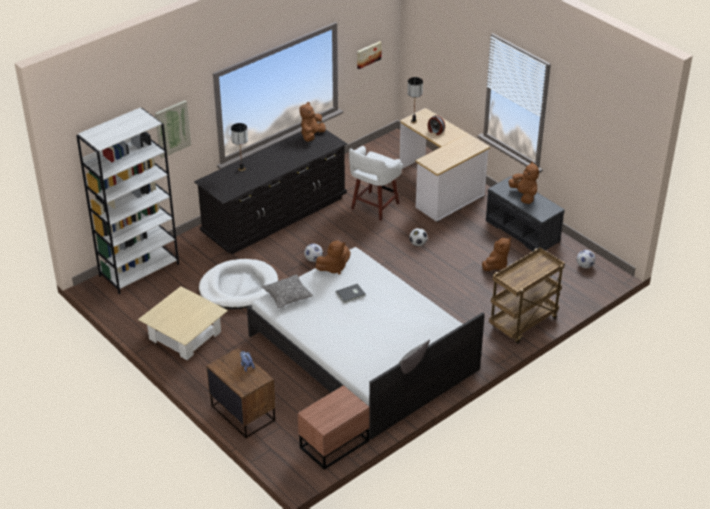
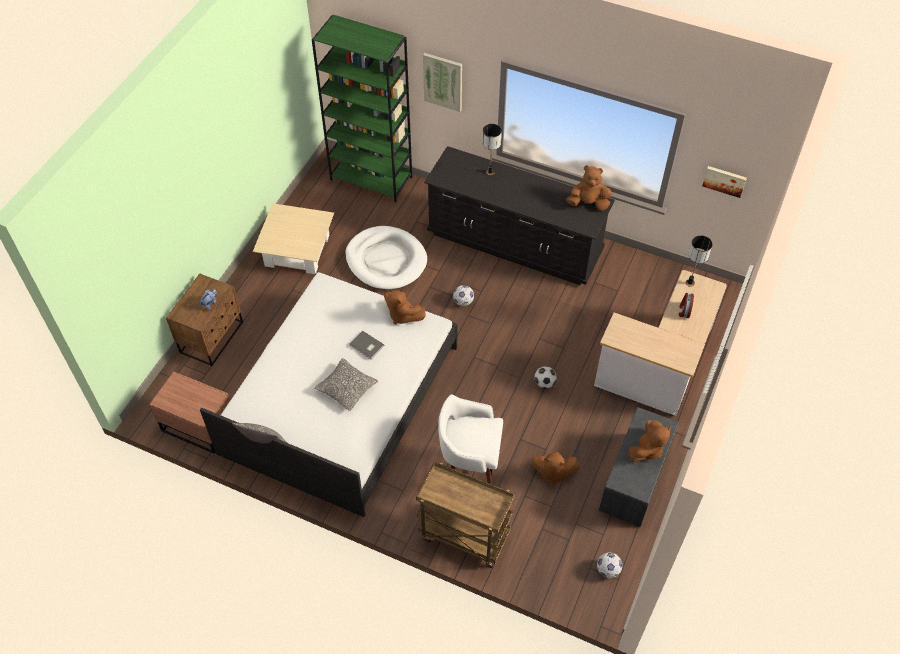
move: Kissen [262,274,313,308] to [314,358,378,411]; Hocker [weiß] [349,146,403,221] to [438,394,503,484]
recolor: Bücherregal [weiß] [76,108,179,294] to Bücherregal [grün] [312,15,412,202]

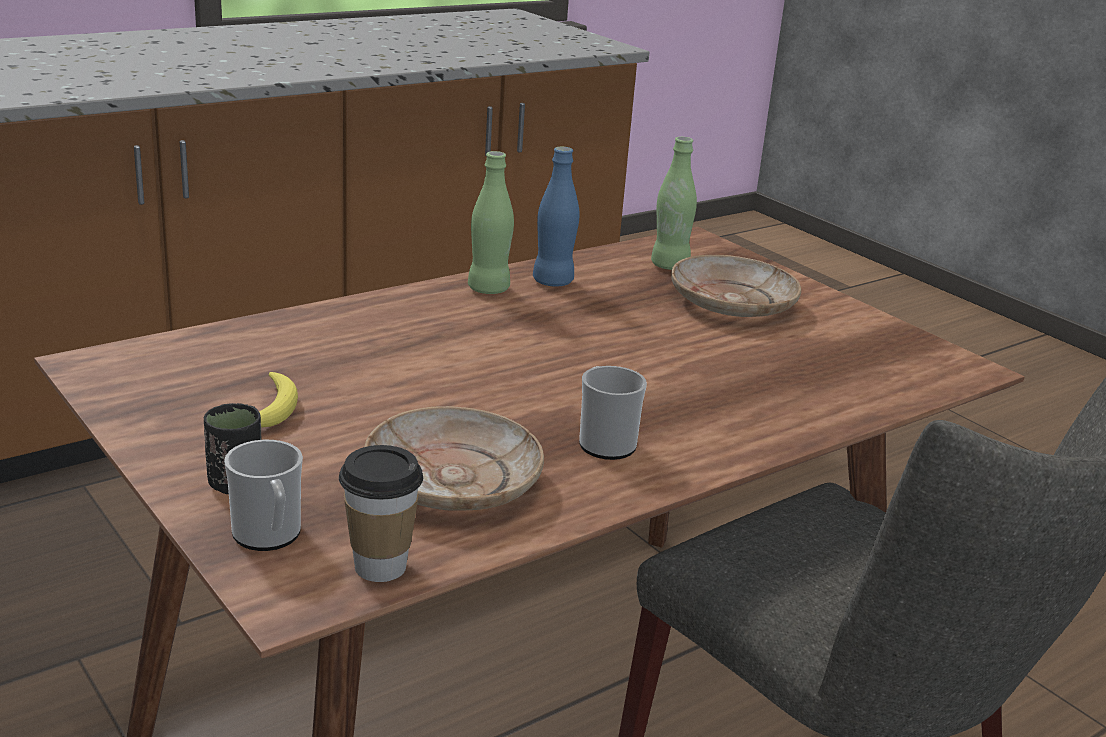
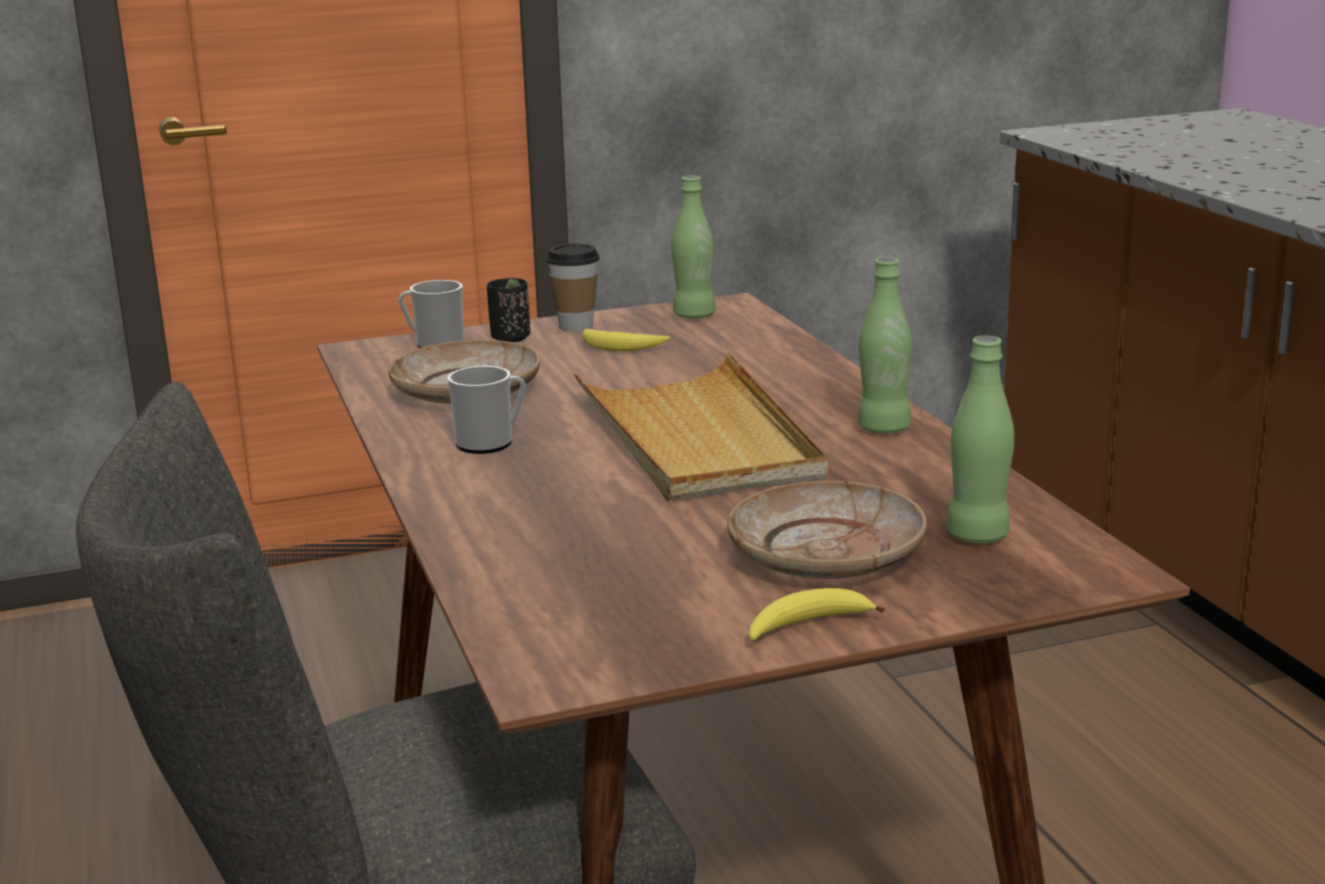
delete: Flasche [blau] [533,147,579,286]
insert: Tablett [beige] [572,353,828,502]; Flasche [grün] [671,175,716,319]; Banane [749,588,885,641]
move: Tasse [339,445,423,582] to [546,243,600,332]

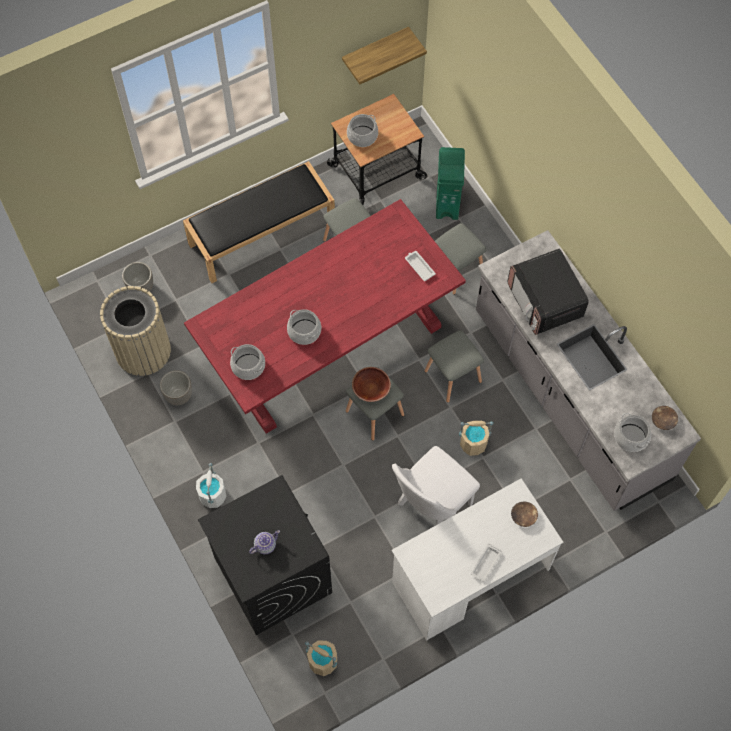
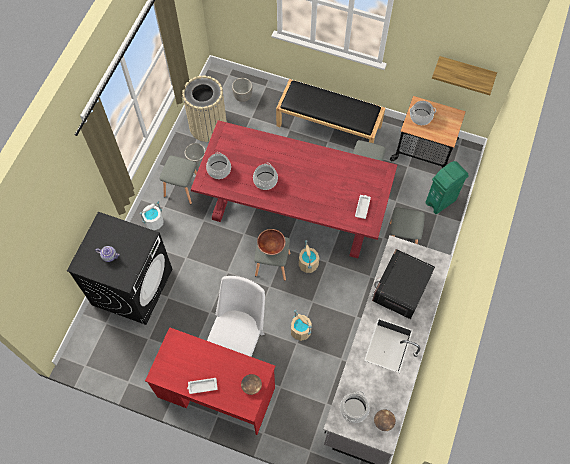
move: Eimer [beige] [305,640,337,676] to [299,240,319,273]; Hocker [grau] [424,330,484,402] to [159,156,197,204]
recolor: Schreibtisch [weiß] [392,478,564,640] to Schreibtisch [rot] [145,327,275,435]
rotate: Stuhl [weiß] [392,446,480,525] = [207,276,265,357] 105 degrees clockwise

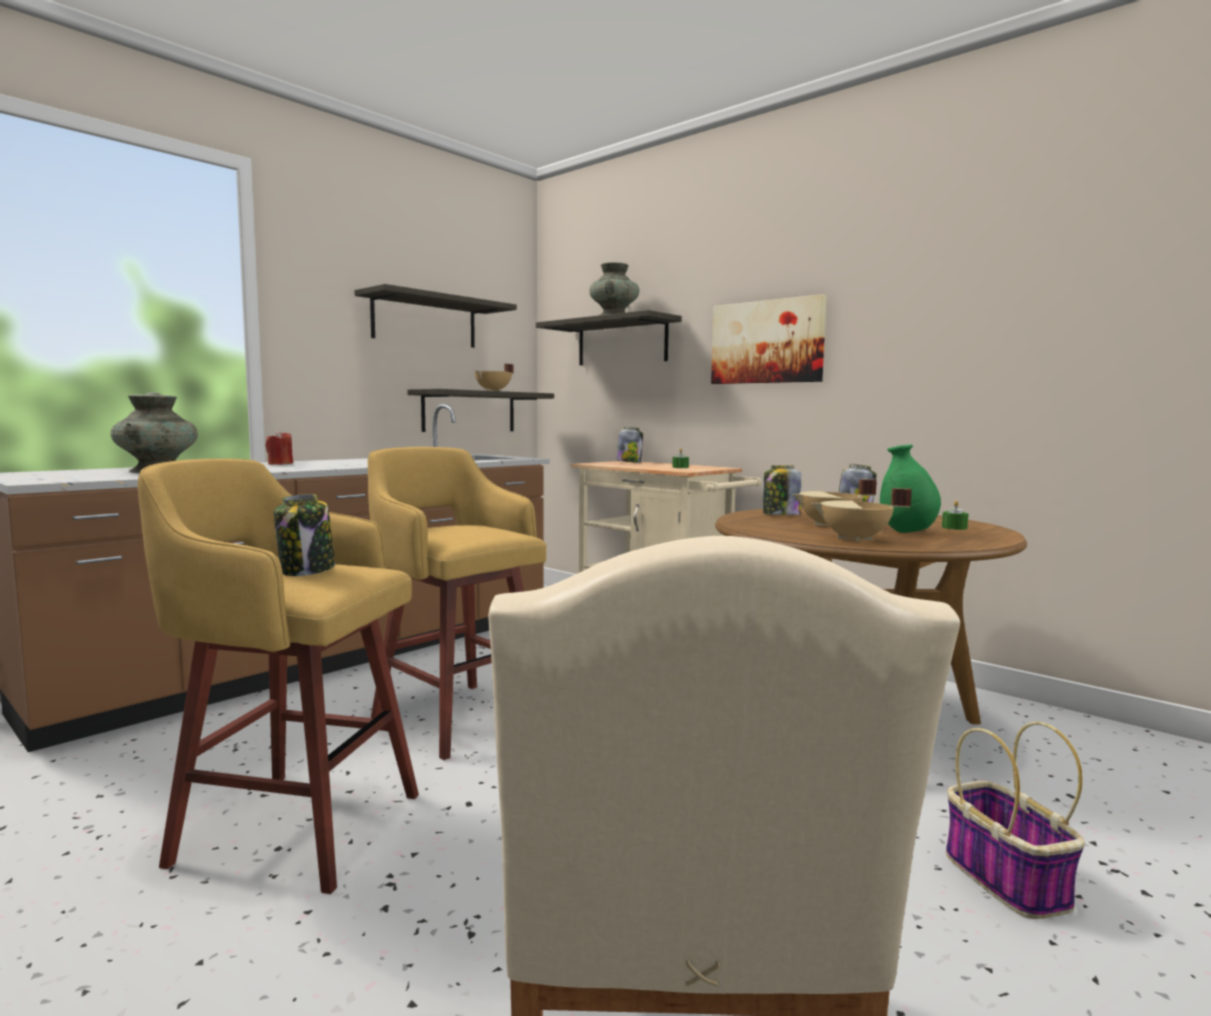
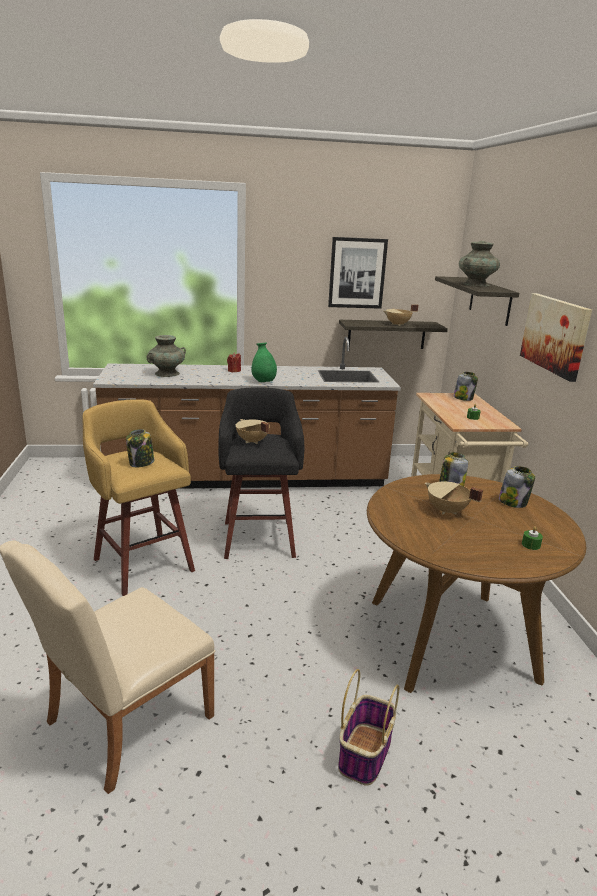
move: Kochtopf [beige] [811,488,912,542] to [236,419,270,444]; Vase [grün] [880,444,941,533] to [251,343,277,382]
replace: Wandregal [355,284,517,348] to Bild [328,237,388,309]
recolor: Hocker [gelb] [368,447,546,760] to Hocker [schwarz] [218,387,304,559]

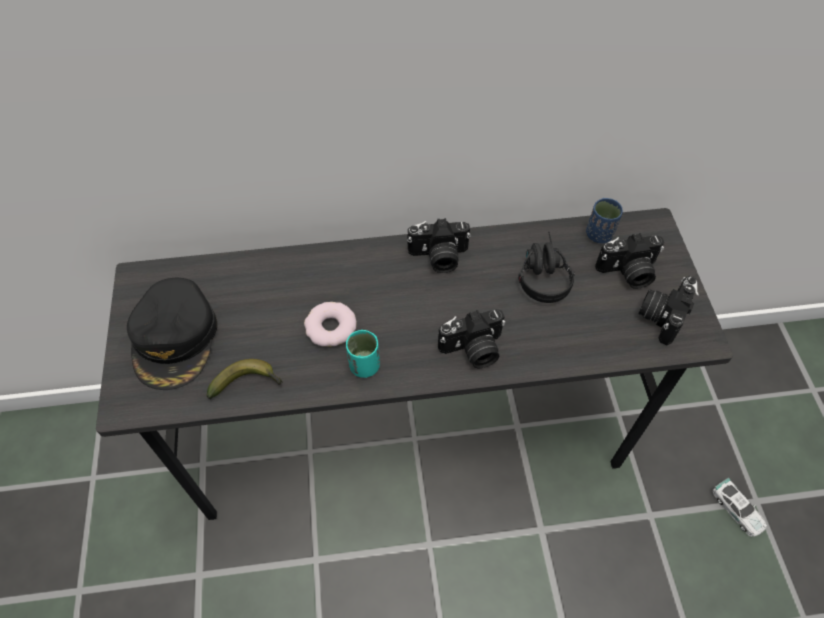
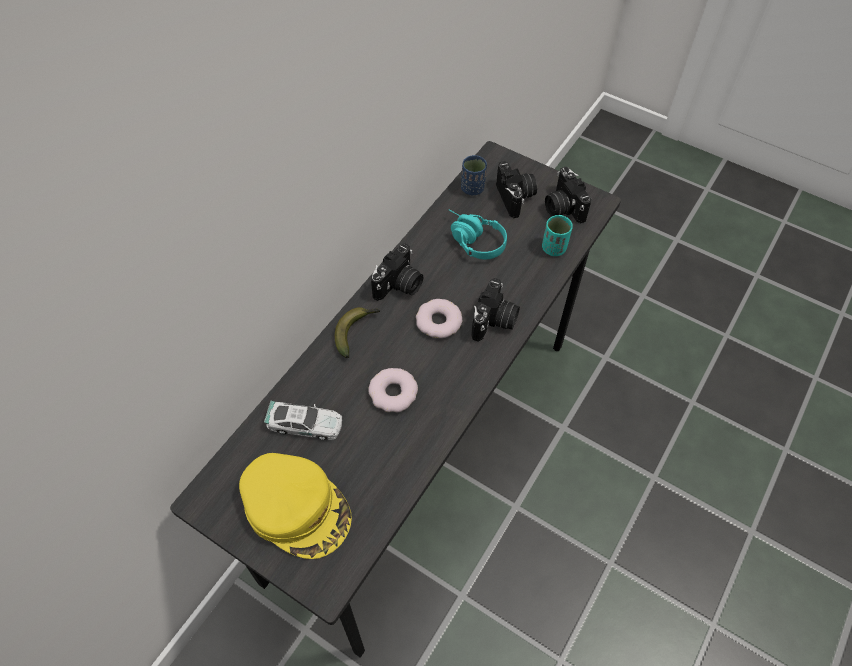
insert: Donut [416,299,462,338]
move: Banane [206,359,283,399] to [335,307,380,358]; Tasse [türkis] [346,330,380,378] to [542,215,573,256]; Spielzeugauto [713,477,767,537] to [264,401,342,440]
recolor: Kappe [schwarz] [127,278,217,390] to Kappe [gelb] [239,453,352,559]; Kopfhörer [schwarz] [518,232,575,303] to Kopfhörer [türkis] [449,210,507,259]
rotate: Kamera [595,233,664,289] = [496,161,537,218] 45 degrees counterclockwise

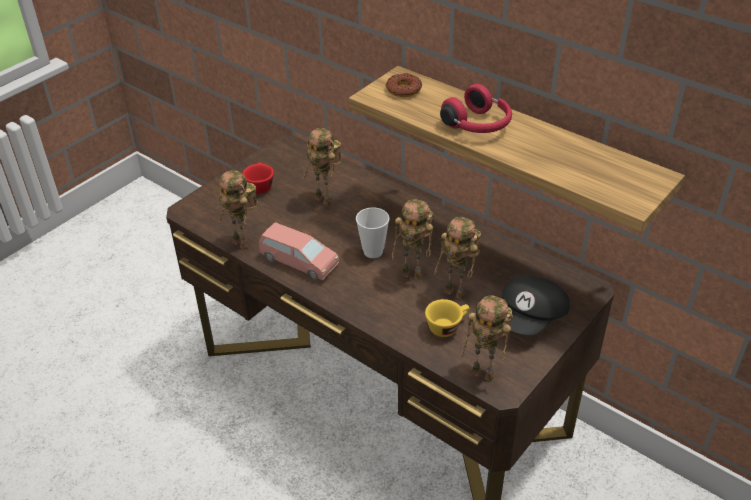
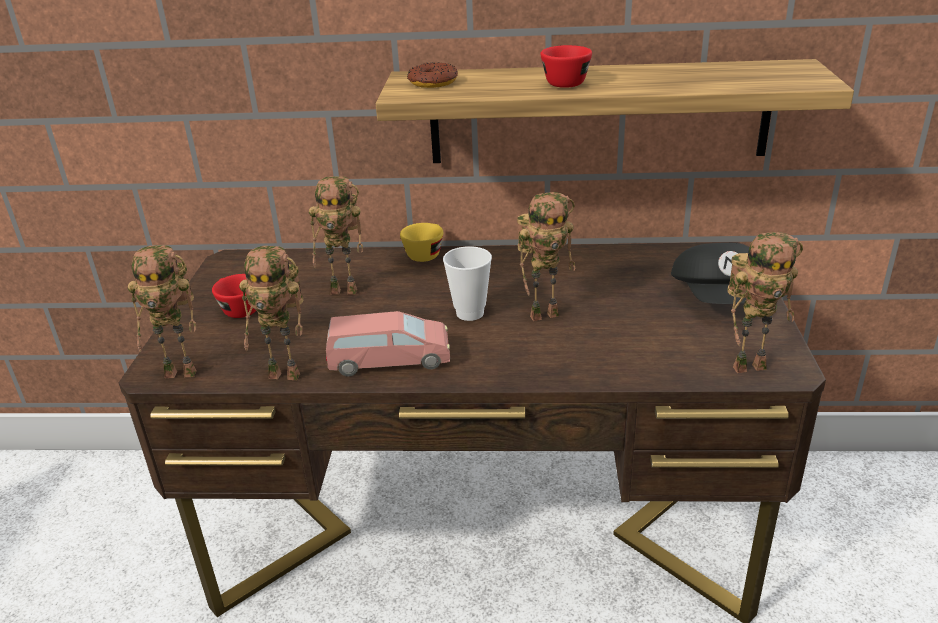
move: Tasse [gelb] [425,299,470,337] to [400,223,443,262]; Spielzeugroboter [434,217,481,300] to [128,245,197,378]
replace: Kopfhörer [rot] [440,84,512,133] to Tasse [rot] [541,45,592,88]

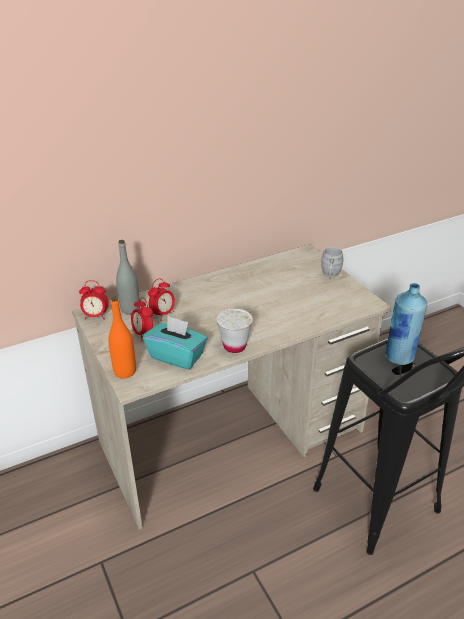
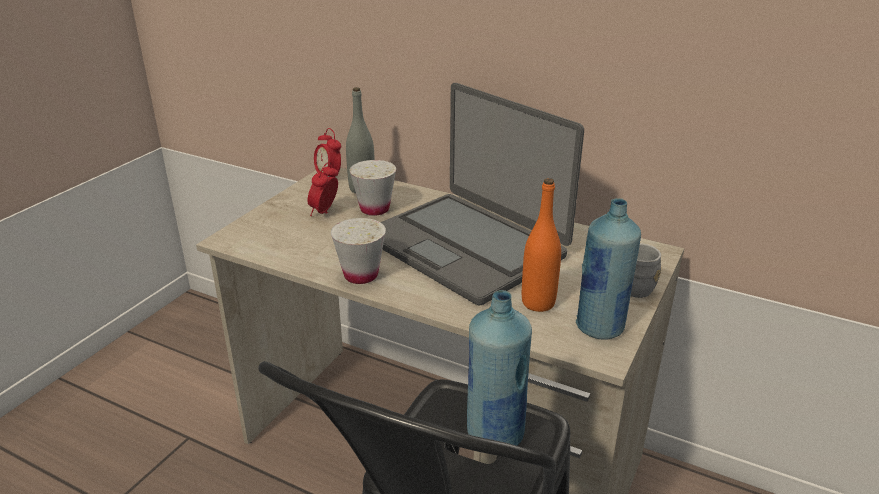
delete: Taschentuchbox [türkis] [143,316,208,370]
insert: Laptop [381,83,584,306]; Flasche [blau] [576,198,641,340]
move: Flasche [orange] [108,297,136,379] to [522,178,561,312]
replace: Wecker [148,278,175,321] to Tasse [weiß] [350,160,396,216]

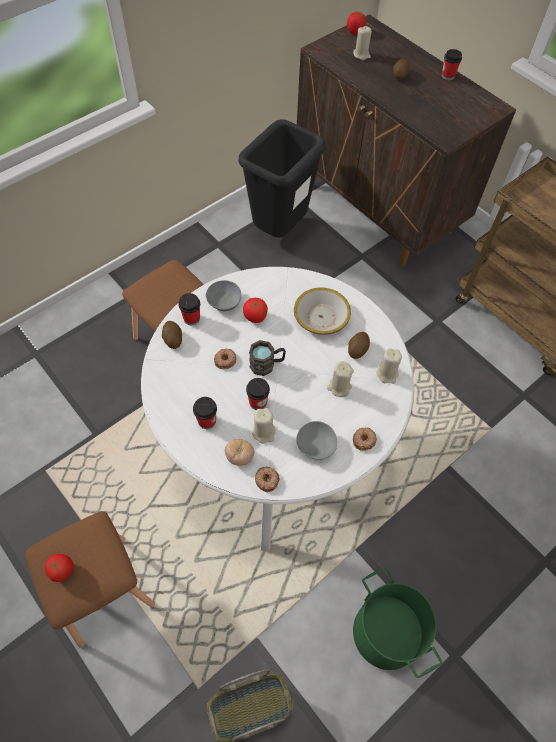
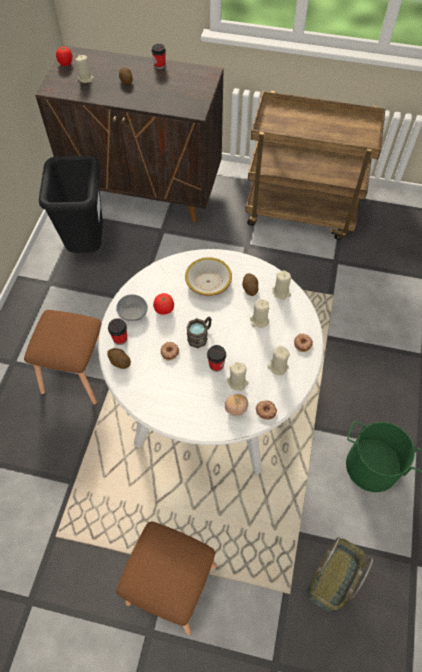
delete: Tomate [45,554,74,582]; Tasse [193,397,217,429]
replace: Schüssel [grau] [296,421,337,460] to Kerze [beige] [267,346,290,375]

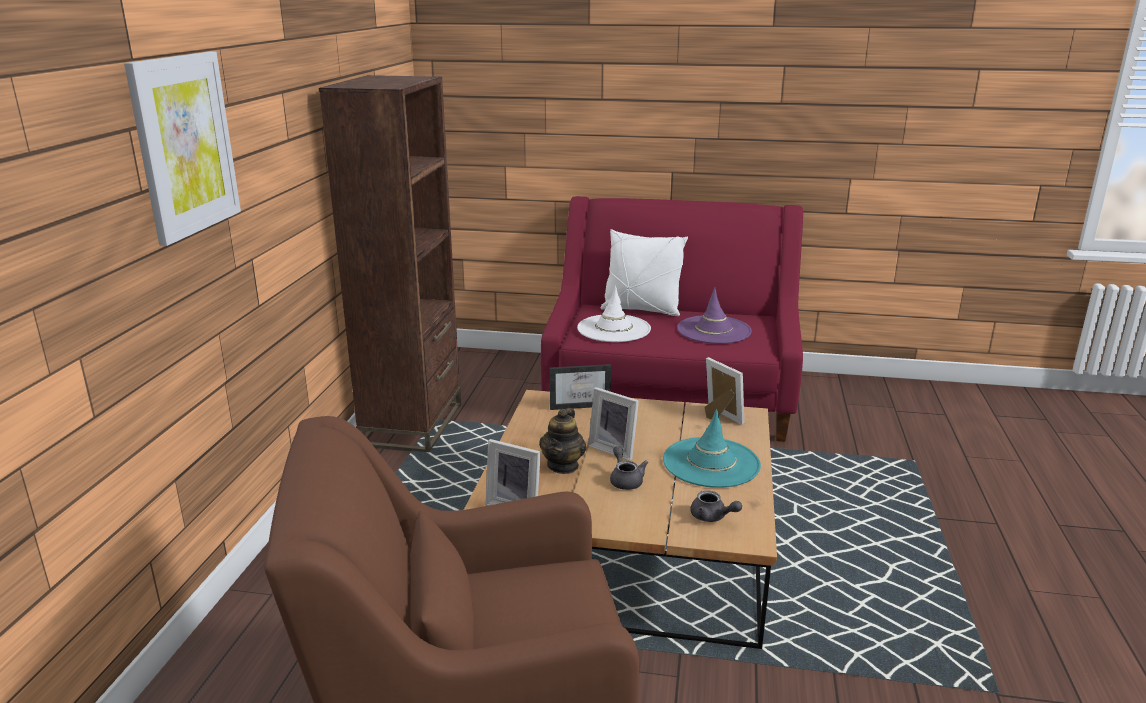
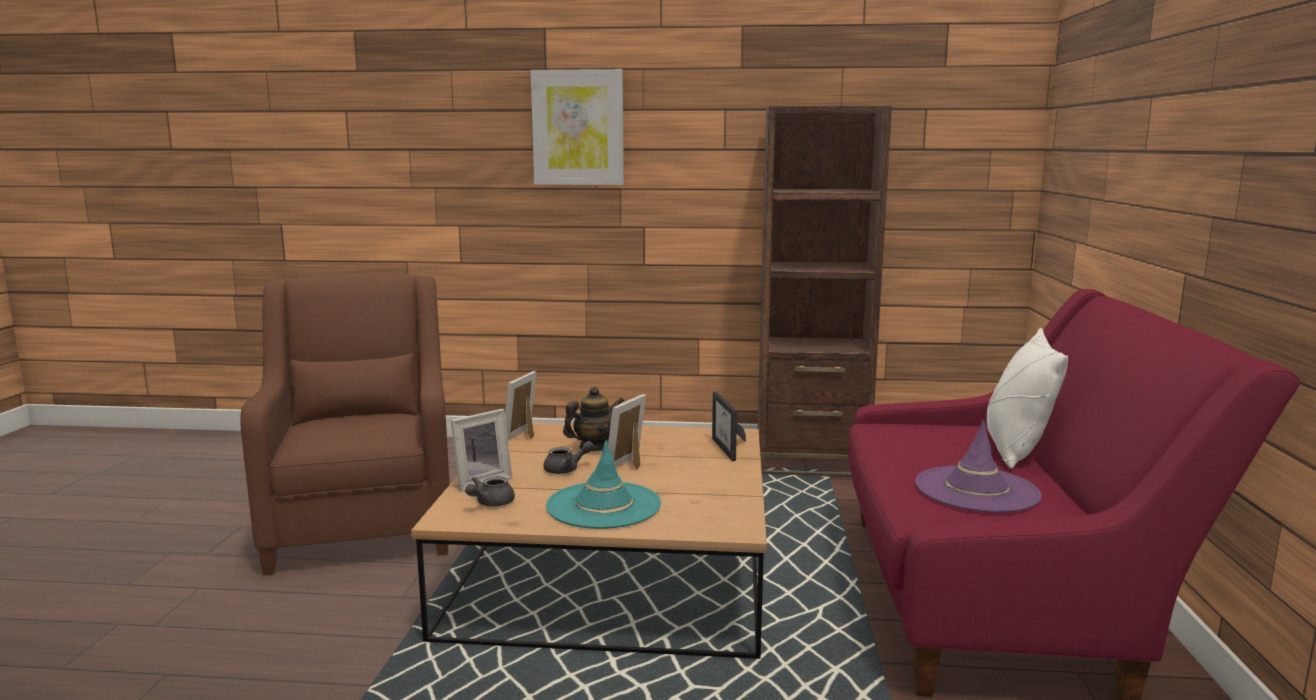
delete: Hut [weiß] [577,286,651,342]
move: Bilderrahmen [705,357,744,425] to [451,409,512,492]
rotate: Teekanne [539,408,586,474] = [563,386,624,451] 135 degrees clockwise

